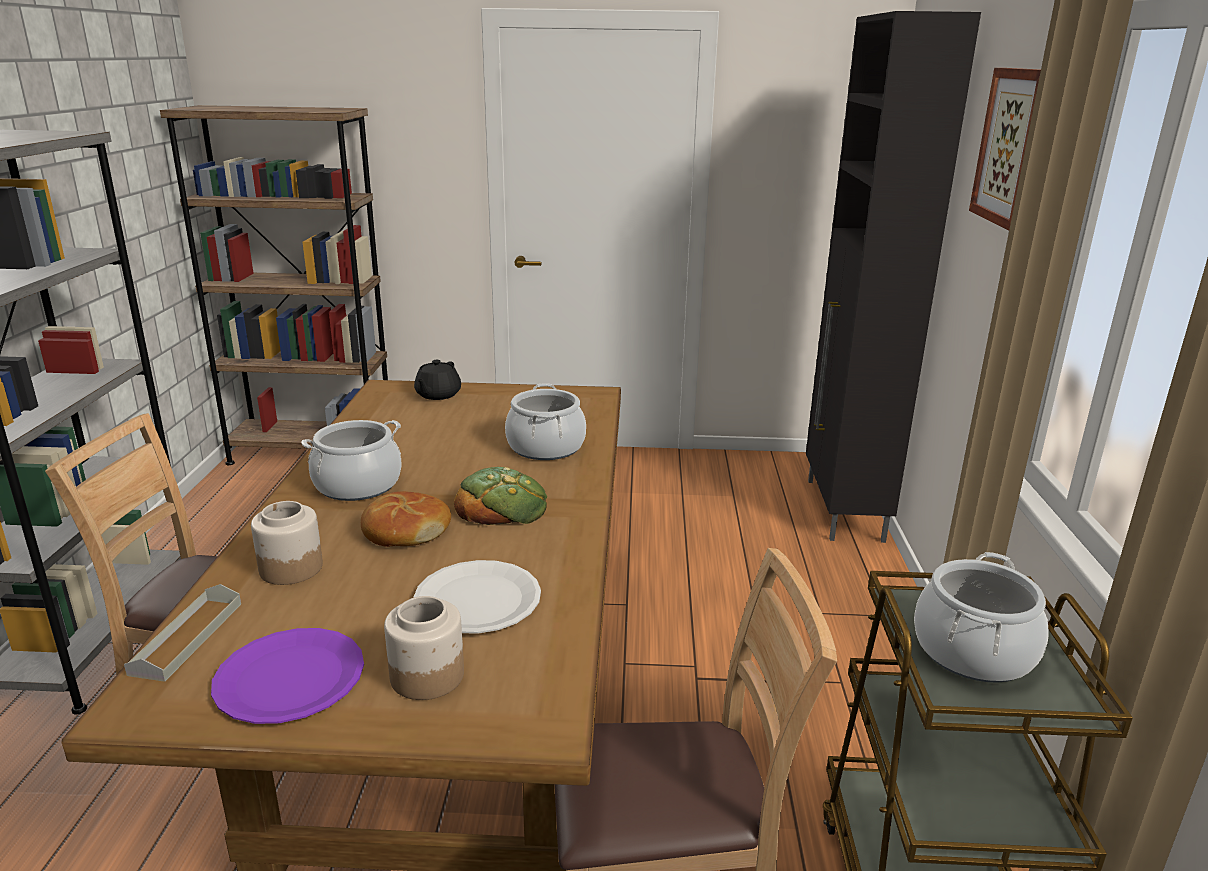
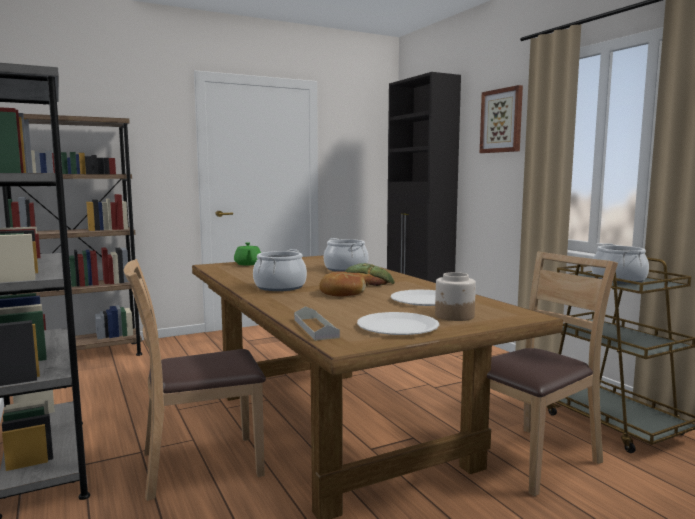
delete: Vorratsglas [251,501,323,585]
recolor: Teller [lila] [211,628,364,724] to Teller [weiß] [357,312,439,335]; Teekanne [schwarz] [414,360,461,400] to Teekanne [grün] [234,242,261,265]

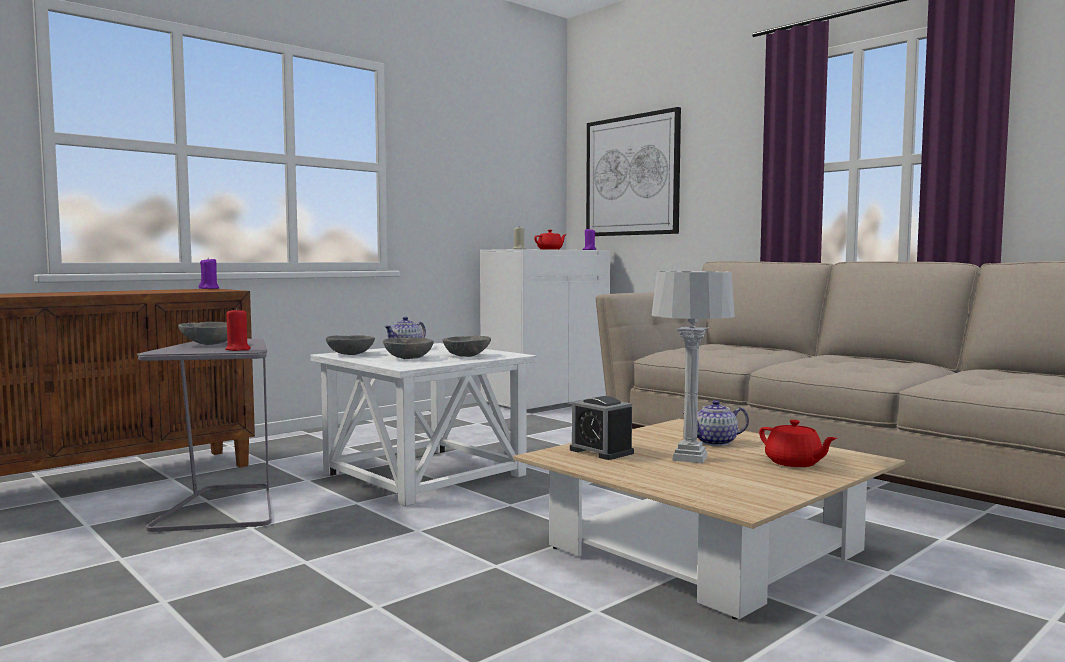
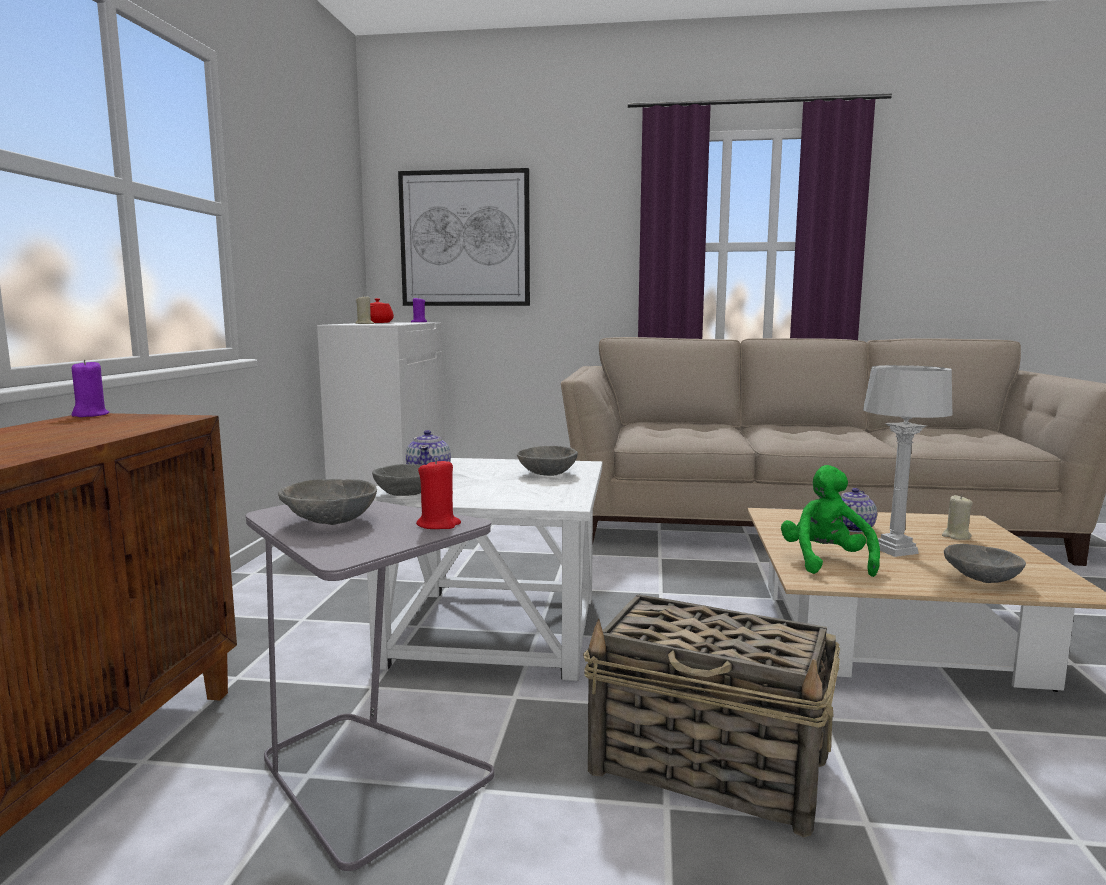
insert: Korb [583,594,840,837]
move: Schüssel [grau] [383,337,434,359] to [944,544,1026,583]
replace: Wecker [570,396,634,460] to Plüschtier [grün] [781,465,880,577]; Teekanne [rot] [759,420,837,467] to Kerze [beige] [942,495,973,540]

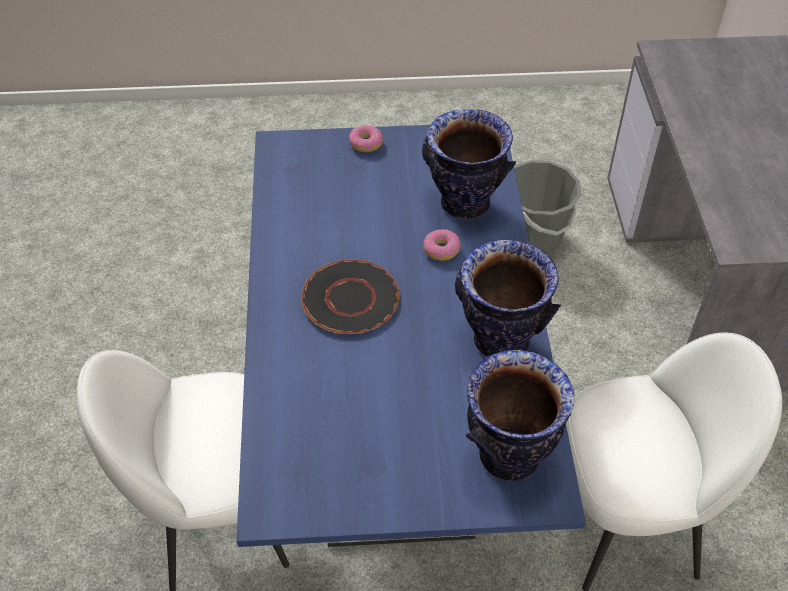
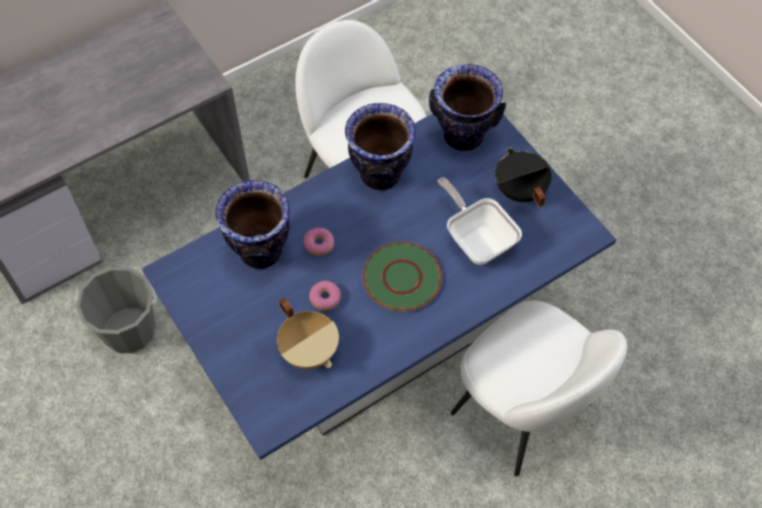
insert: Kochtopf [beige] [277,298,339,369]; Pfanne [438,177,522,265]; Kochtopf [schwarz] [495,147,552,207]
move: Donut [349,125,383,152] to [309,281,341,311]
recolor: Teller [schwarz] [301,259,399,334] to Teller [grün] [363,242,442,311]

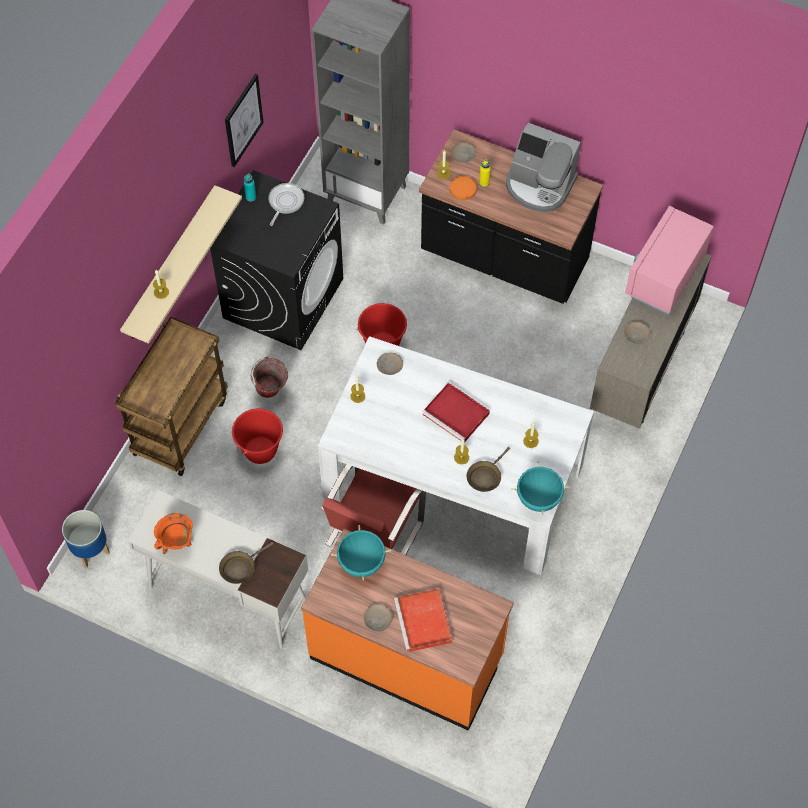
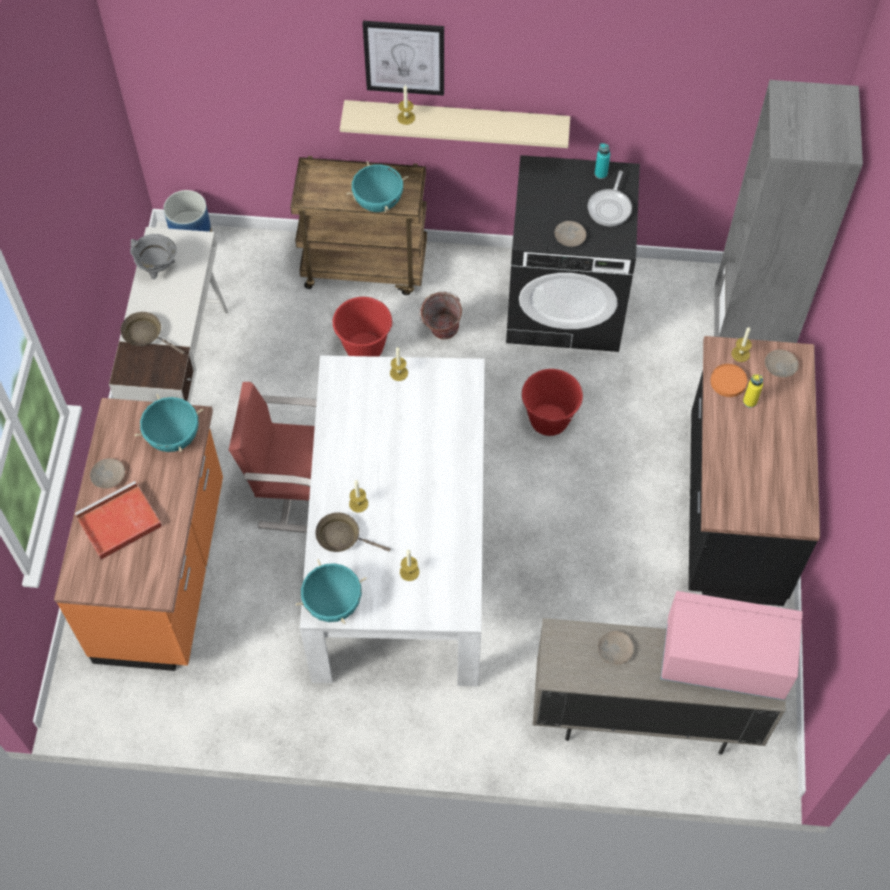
delete: Tablett [rot] [422,383,490,443]; Kaffeemaschine [506,123,581,213]
insert: Kochtopf [türkis] [347,161,408,212]
move: Bild [225,74,264,167] to [363,21,444,96]; Teller [beige] [377,352,403,375] to [555,221,586,247]
recolor: Kochtopf [orange] [154,513,193,554] to Kochtopf [grau] [130,234,177,279]
rotate: Pfanne [268,183,304,226] = [587,171,632,226] 105 degrees clockwise

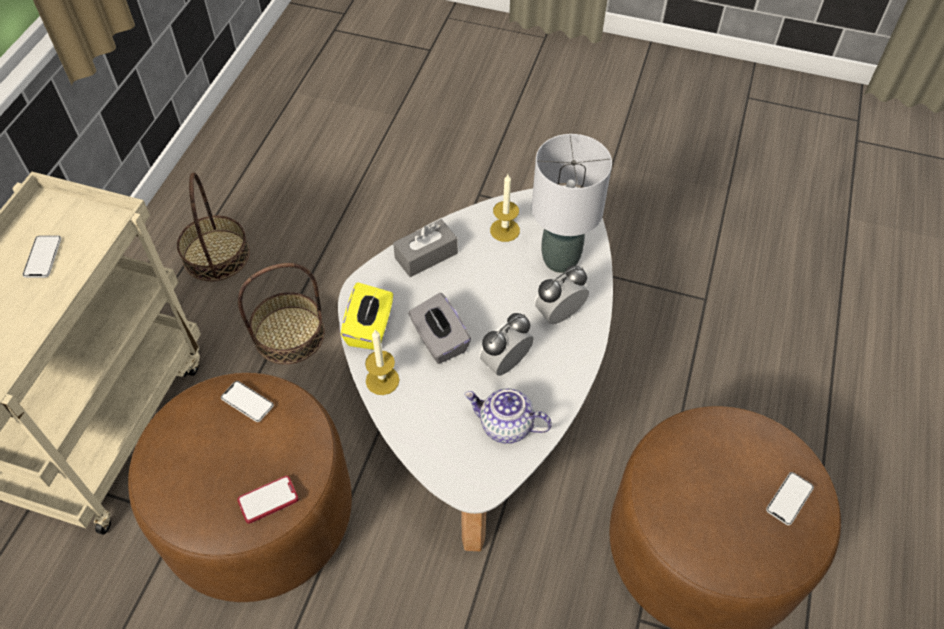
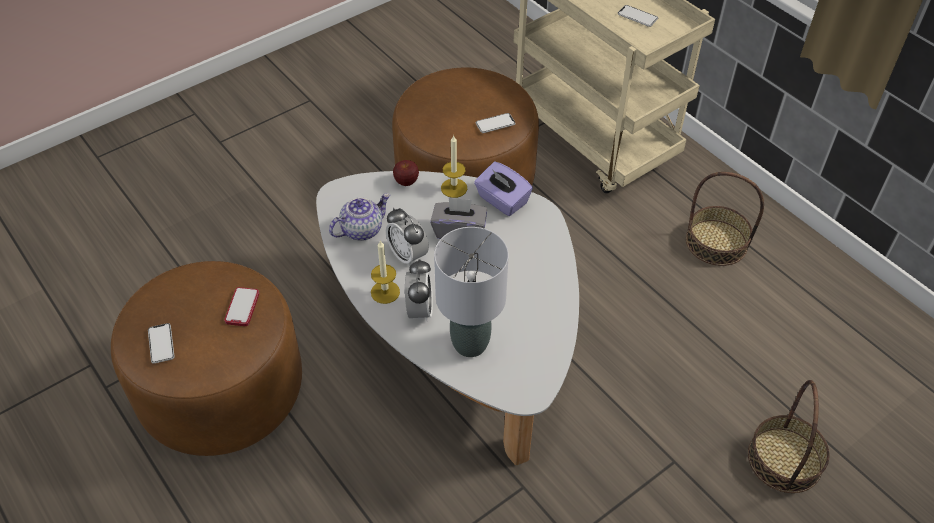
delete: Taschentuchbox [grau] [393,219,458,277]
insert: Apfel [393,160,419,186]
move: Handy [237,476,299,524] to [224,287,259,326]; Korb [238,263,325,364] to [748,380,830,493]; Kerze [490,174,520,242] to [371,240,400,304]
recolor: Taschentuchbox [gelb] [341,282,393,350] to Taschentuchbox [lila] [474,162,533,216]
rotate: Wecker [479,313,534,376] = [386,208,429,267] 150 degrees clockwise

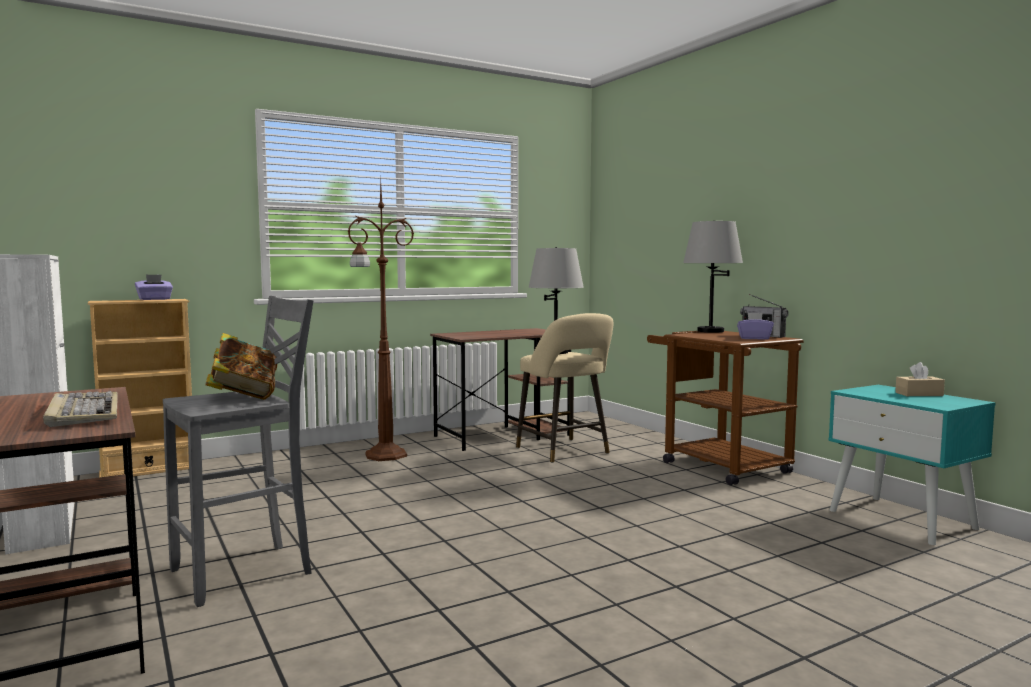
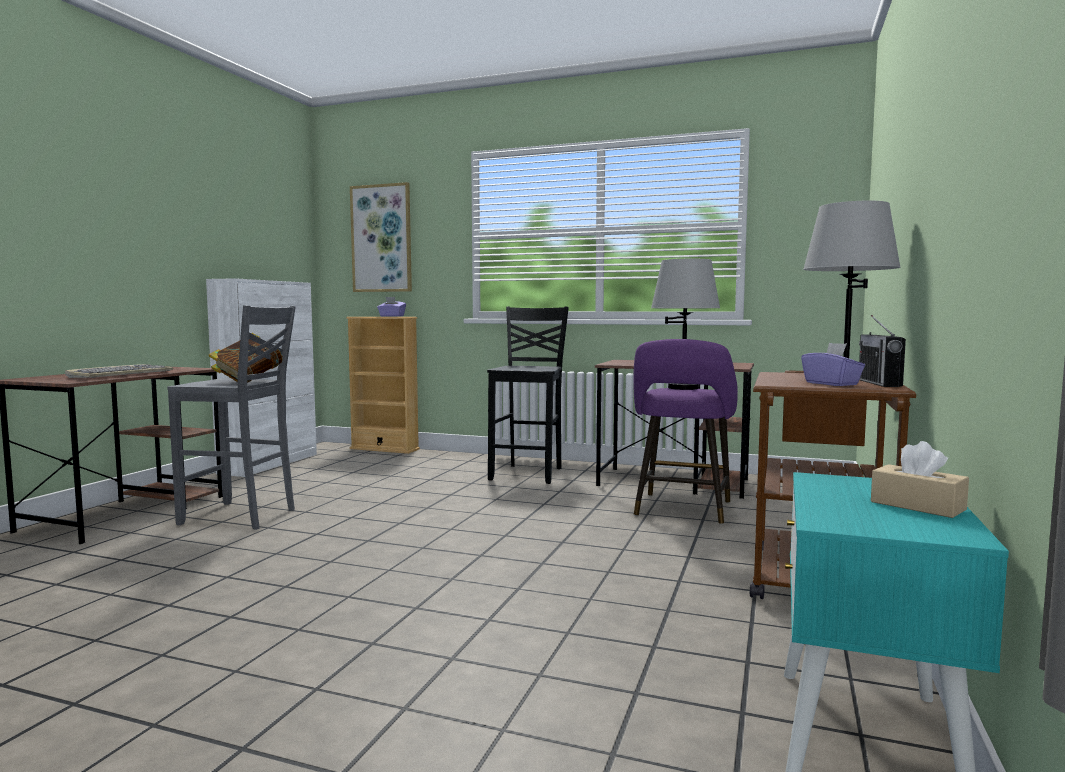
insert: Bild [350,182,412,292]
replace: Stehlampe [braun] [348,178,414,461] to Hocker [schwarz] [487,307,569,484]
recolor: Hocker [beige] [516,313,613,463] to Hocker [lila] [633,339,738,525]

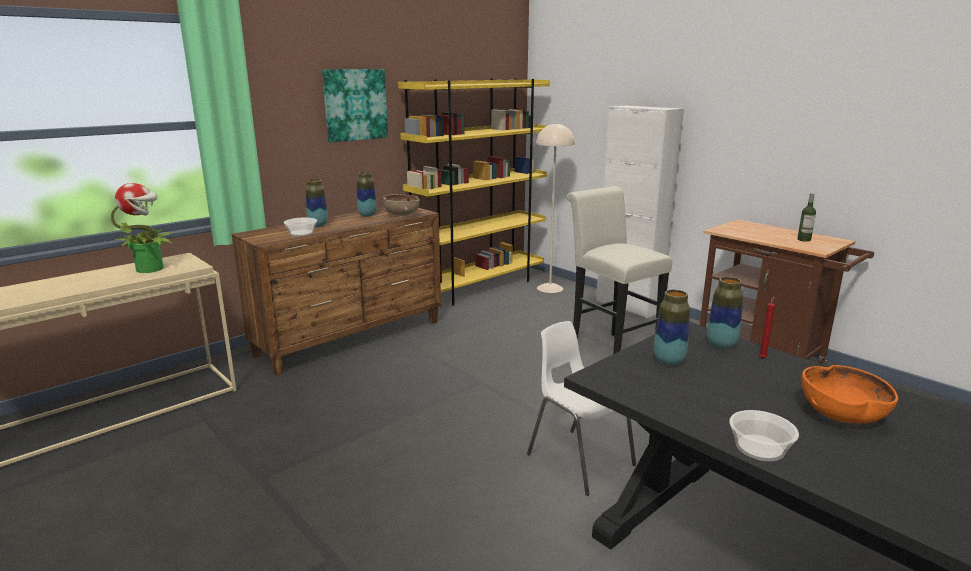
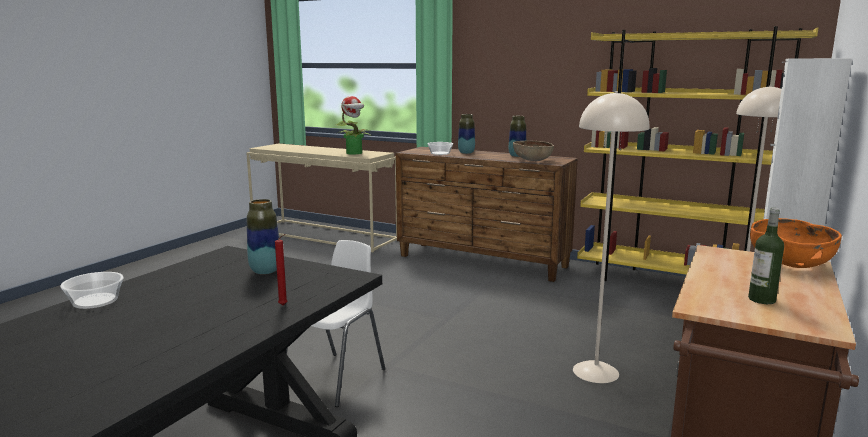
delete: Bild [322,69,388,142]; Vase [707,277,743,349]
move: Schüssel [orange] [802,365,898,423] to [750,218,842,268]
replace: Hocker [weiß] [567,186,672,354] to Stehlampe [beige] [573,91,650,383]

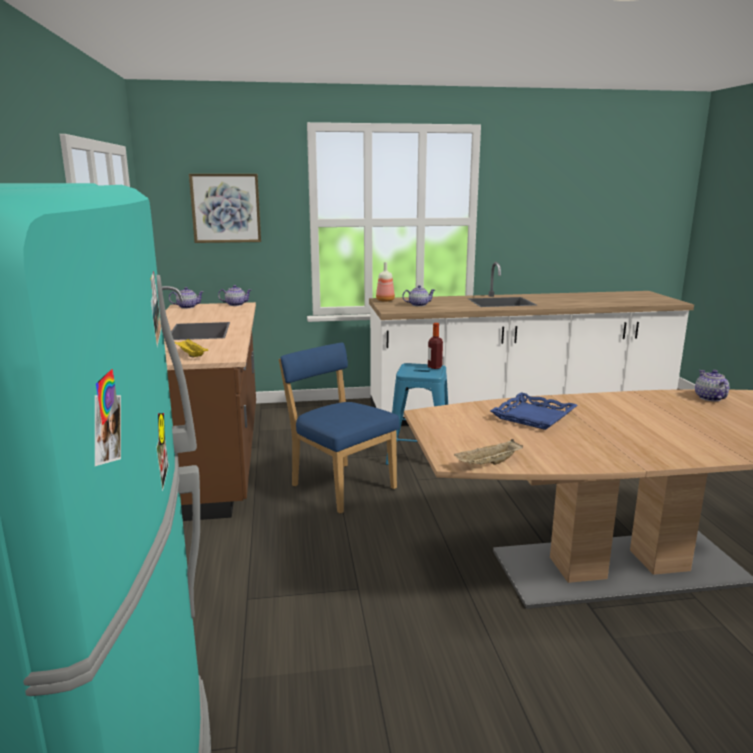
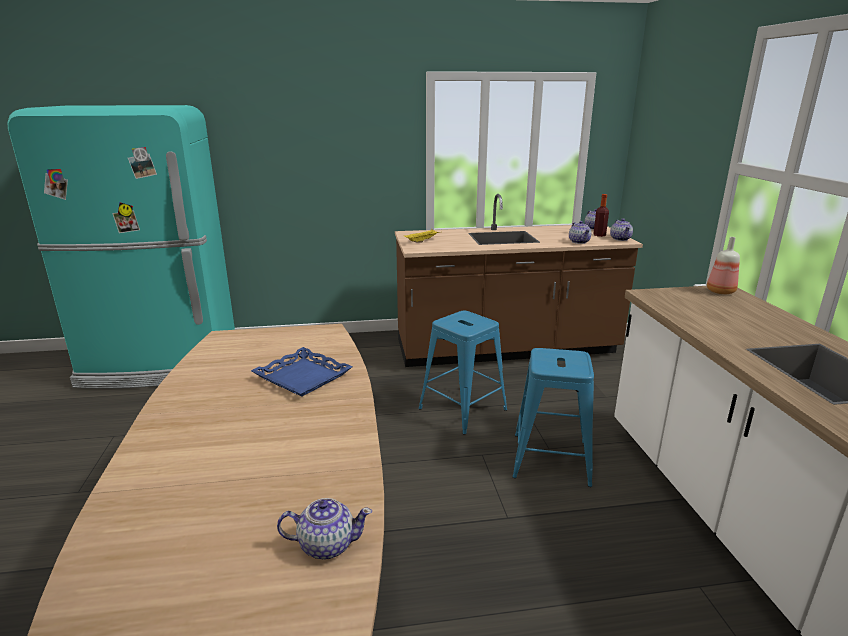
delete: Bild [189,174,261,243]; Tablett [beige] [454,439,523,465]
move: Teekanne [402,285,435,307] to [569,221,591,244]; Flasche [428,323,443,369] to [593,194,609,237]
replace: Stuhl [blau] [279,343,400,514] to Hocker [blau] [419,310,507,435]

